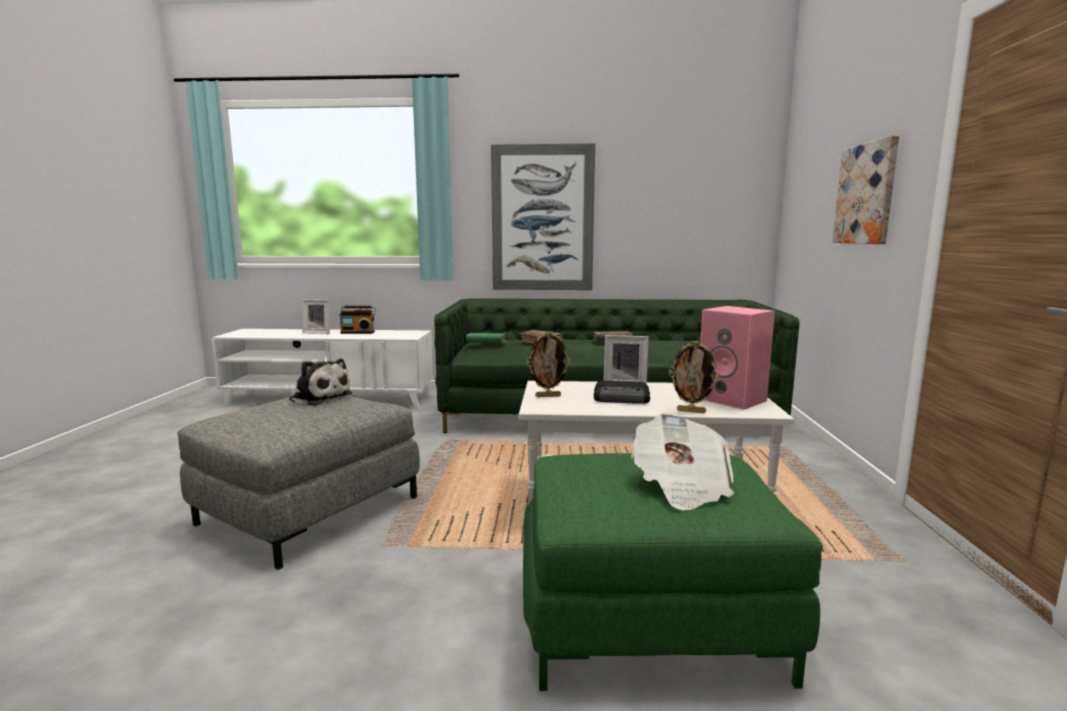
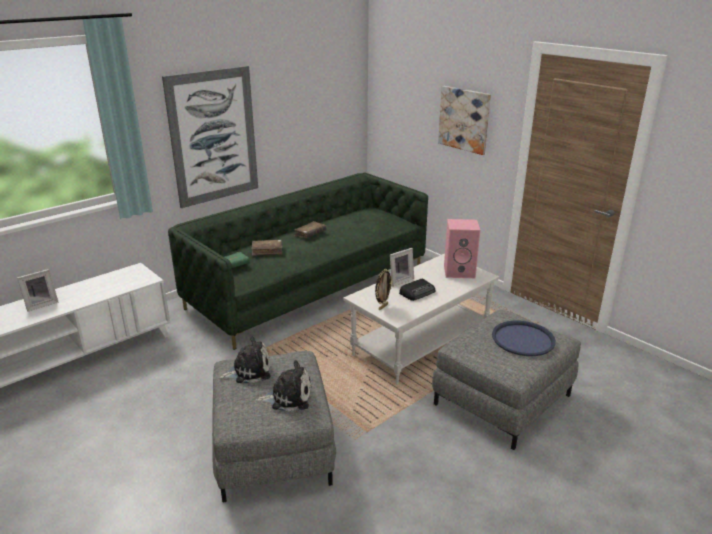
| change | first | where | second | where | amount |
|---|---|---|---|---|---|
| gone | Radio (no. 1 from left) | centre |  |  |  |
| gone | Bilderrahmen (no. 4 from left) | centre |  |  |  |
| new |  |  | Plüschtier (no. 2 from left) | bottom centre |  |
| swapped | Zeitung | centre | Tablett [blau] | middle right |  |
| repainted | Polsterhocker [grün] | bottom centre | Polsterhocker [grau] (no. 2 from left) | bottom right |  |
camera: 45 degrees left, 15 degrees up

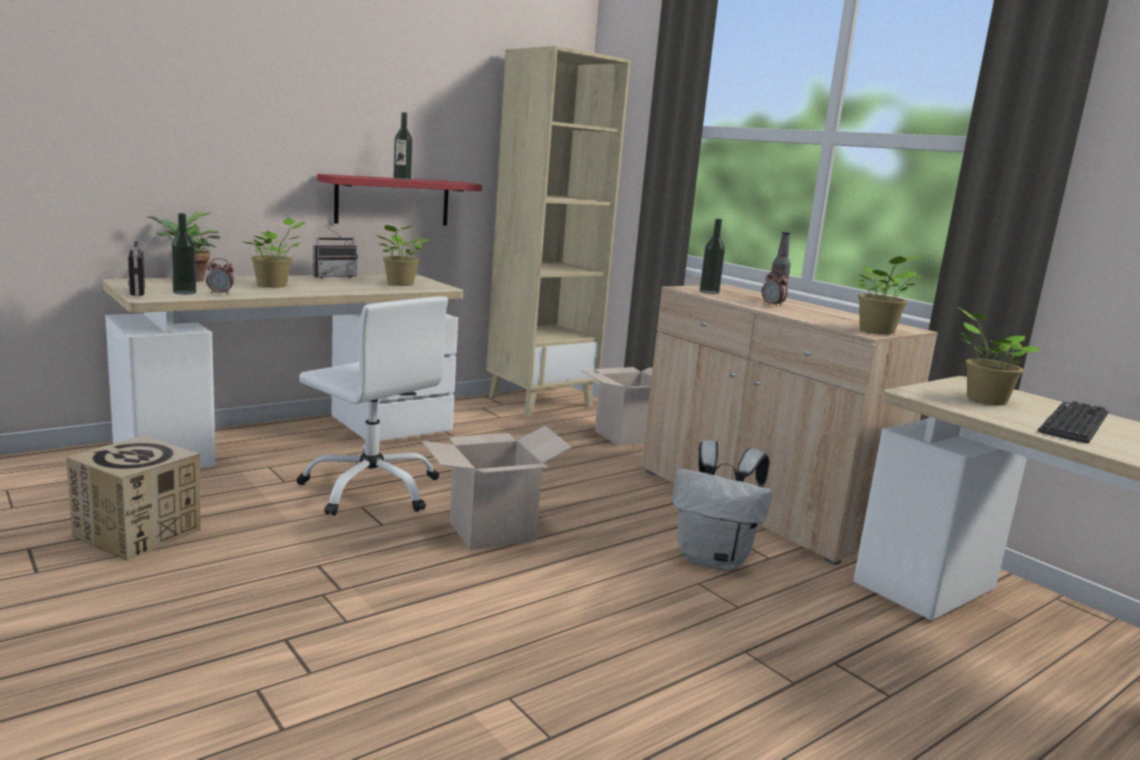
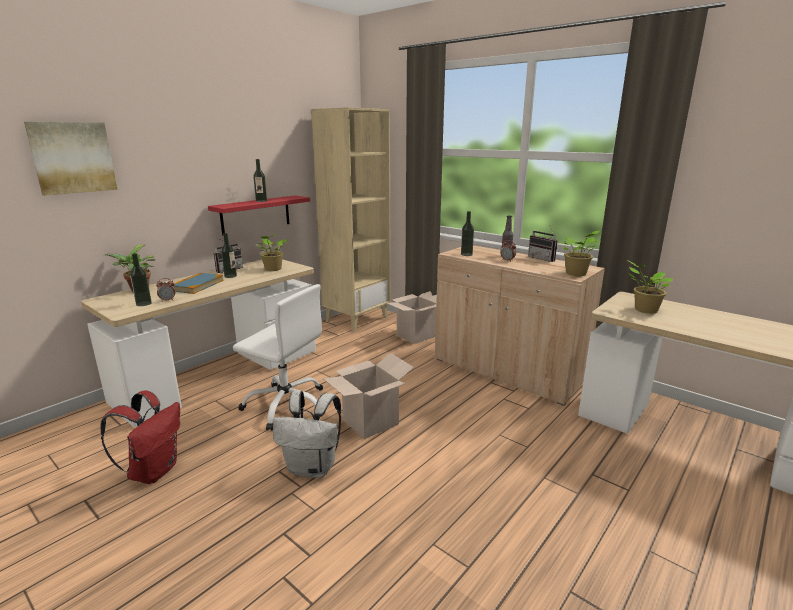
| change | first | where | second | where | amount |
|---|---|---|---|---|---|
| gone | Tastatur | middle right |  |  |  |
| new |  |  | Bild | top left |  |
| new |  |  | Flasche (no. 2 from left) | middle left |  |
| shifted | Radio (no. 1 from left in the first image) | middle left | Radio (no. 2 from left) | middle right |  |
| shifted | Rucksack [weiß] | centre |  | bottom centre |  |
| swapped | Karton (no. 1 from left) | middle left | Rucksack [rot] | bottom left |  |
| swapped | Topfpflanze (no. 2 from left) | top left | Buch | middle left |  |
camera: 10 degrees left, 5 degrees up

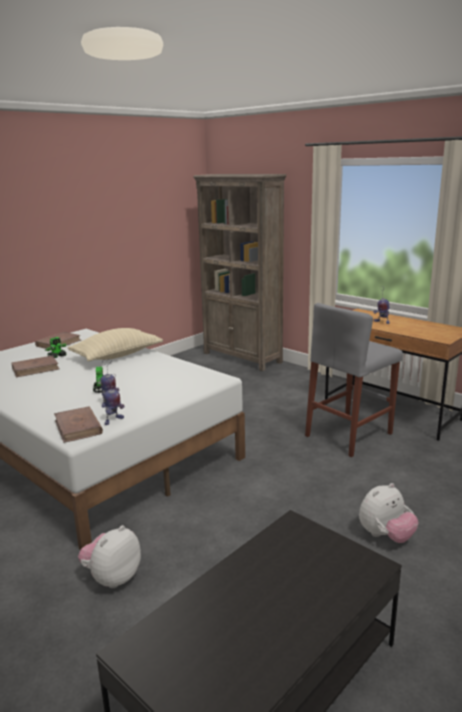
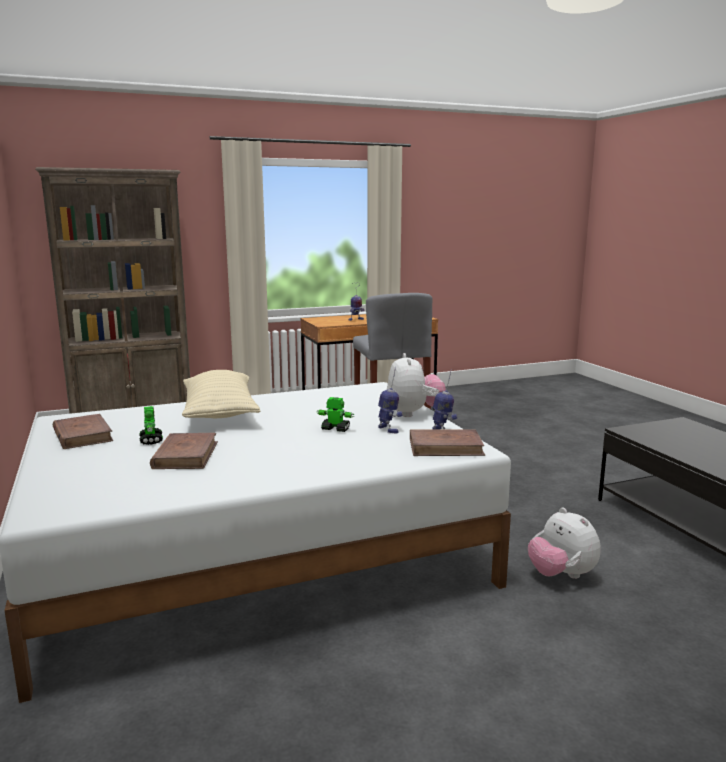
| change | first | where | second | where | amount |
|---|---|---|---|---|---|
| shifted | Plüschtier (no. 2 from left in the first image) | bottom right | Plüschtier (no. 1 from left) | centre |  |
camera: 65 degrees left, 5 degrees down

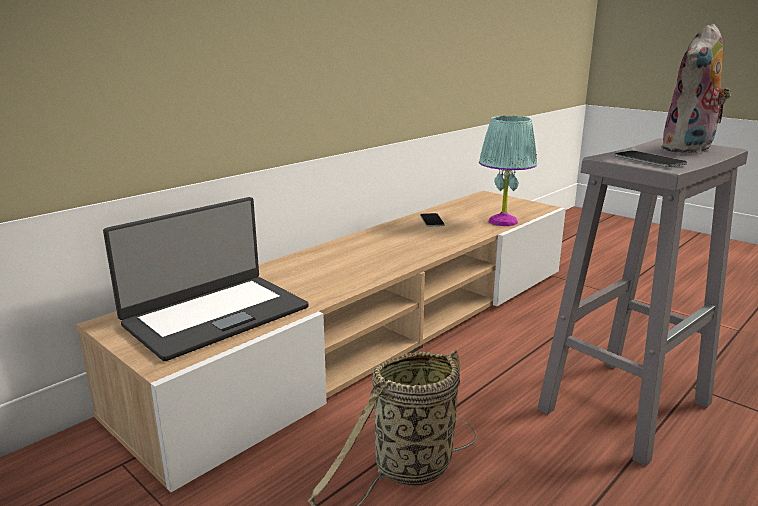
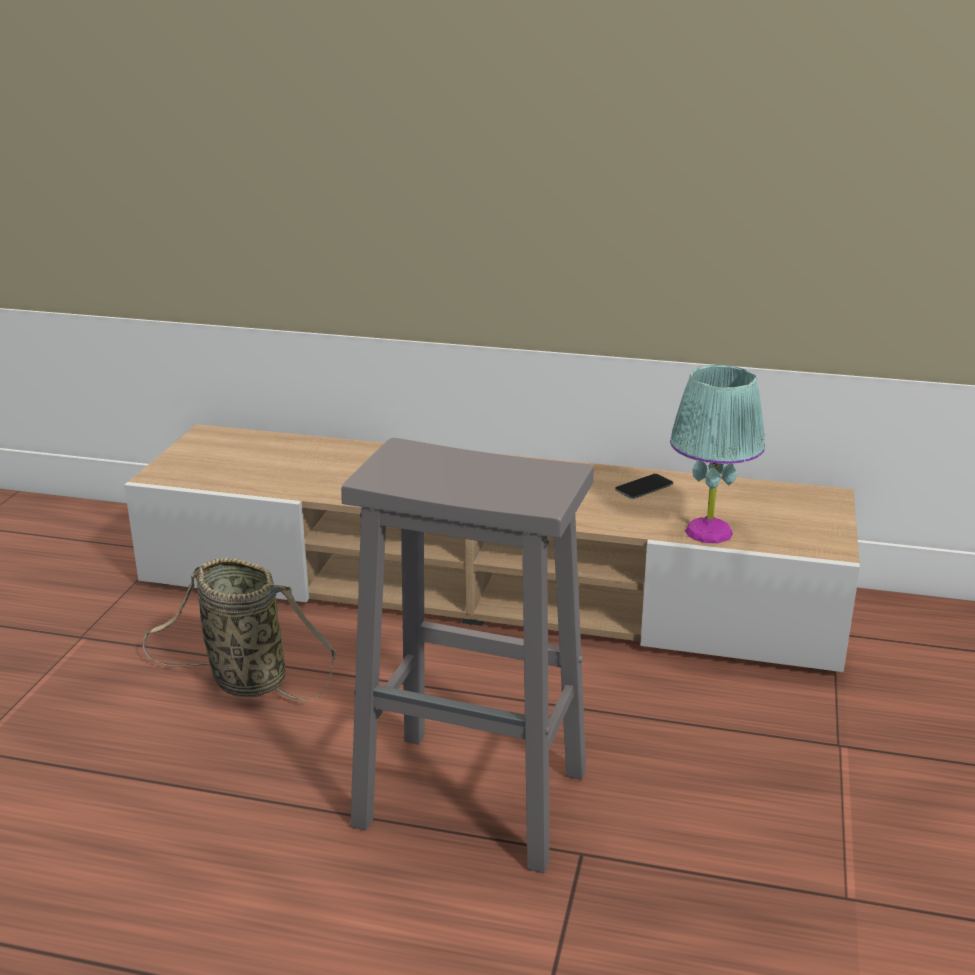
| change | first | where | second | where | amount |
|---|---|---|---|---|---|
| gone | Laptop | middle left |  |  |  |
| gone | Handy (no. 2 from left) | top right |  |  |  |
| gone | Plüschtier | top right |  |  |  |
camera: 60 degrees right, 5 degrees up

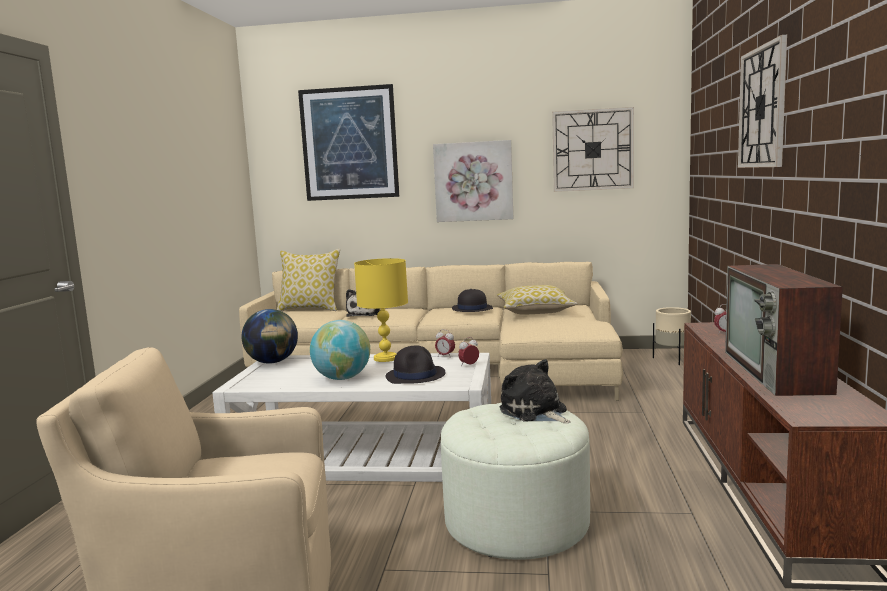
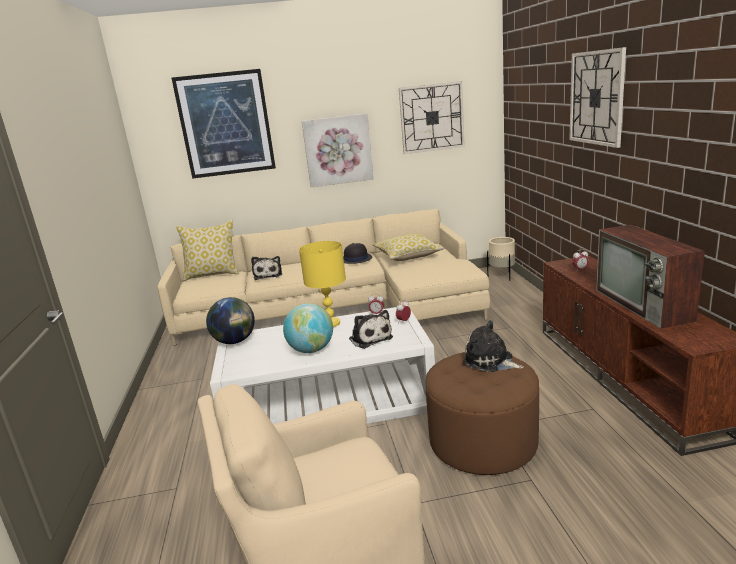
| change | first | where | second | where | amount |
|---|---|---|---|---|---|
| swapped | Hut [schwarz] (no. 1 from left) | centre | Plüschtier (no. 2 from left) | centre |  |
| repainted | Polsterhocker [weiß] | bottom centre | Polsterhocker [braun] | bottom centre |  |
camera: 15 degrees left, 10 degrees up

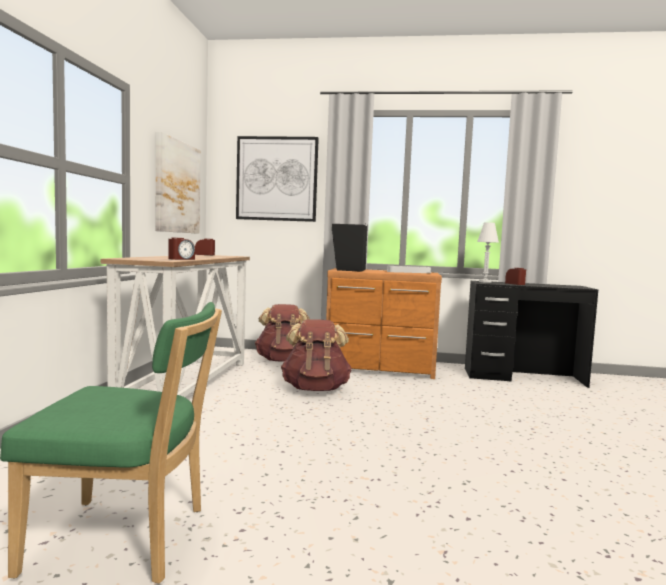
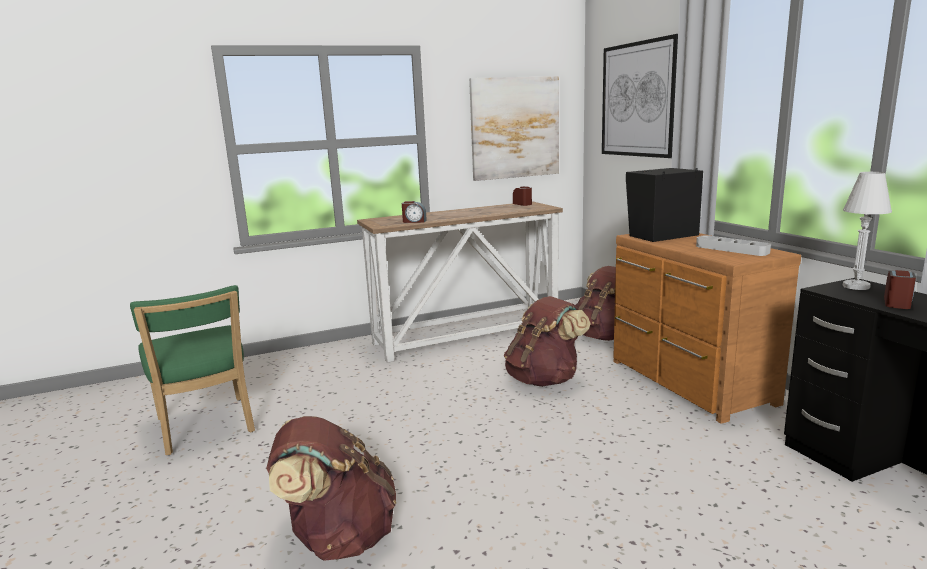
| change | first | where | second | where | amount |
|---|---|---|---|---|---|
| new |  |  | Rucksack [braun] (no. 1 from left) | bottom centre |  |
camera: 60 degrees right, 10 degrees up

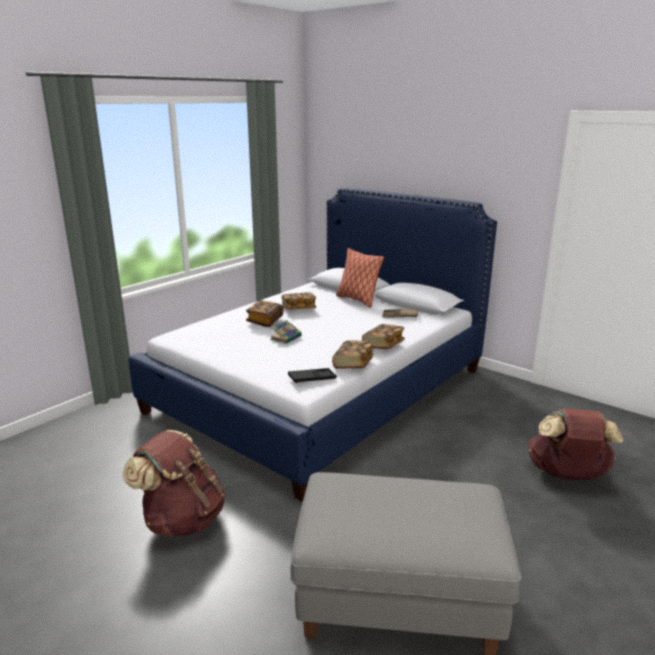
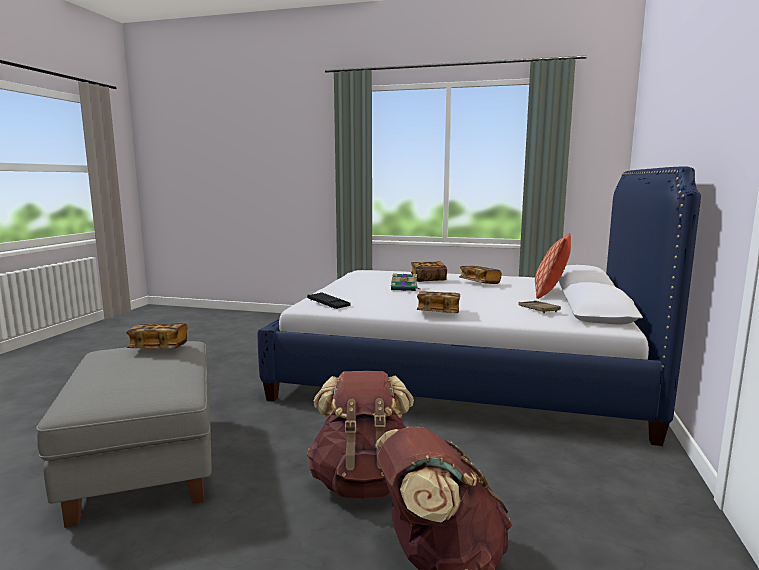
| change | first | where | second | where | amount |
|---|---|---|---|---|---|
| shifted | Rucksack [braun] (no. 1 from left) | bottom left |  | bottom centre |  |
| shifted | Buch (no. 4 from left in the first image) | centre | Buch (no. 1 from left) | middle left |  |
camera: 65 degrees right, 10 degrees down

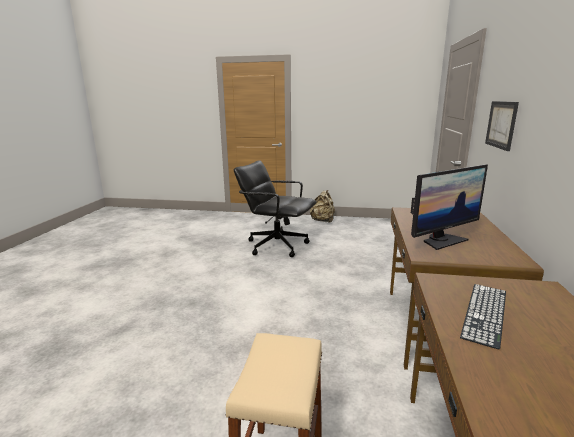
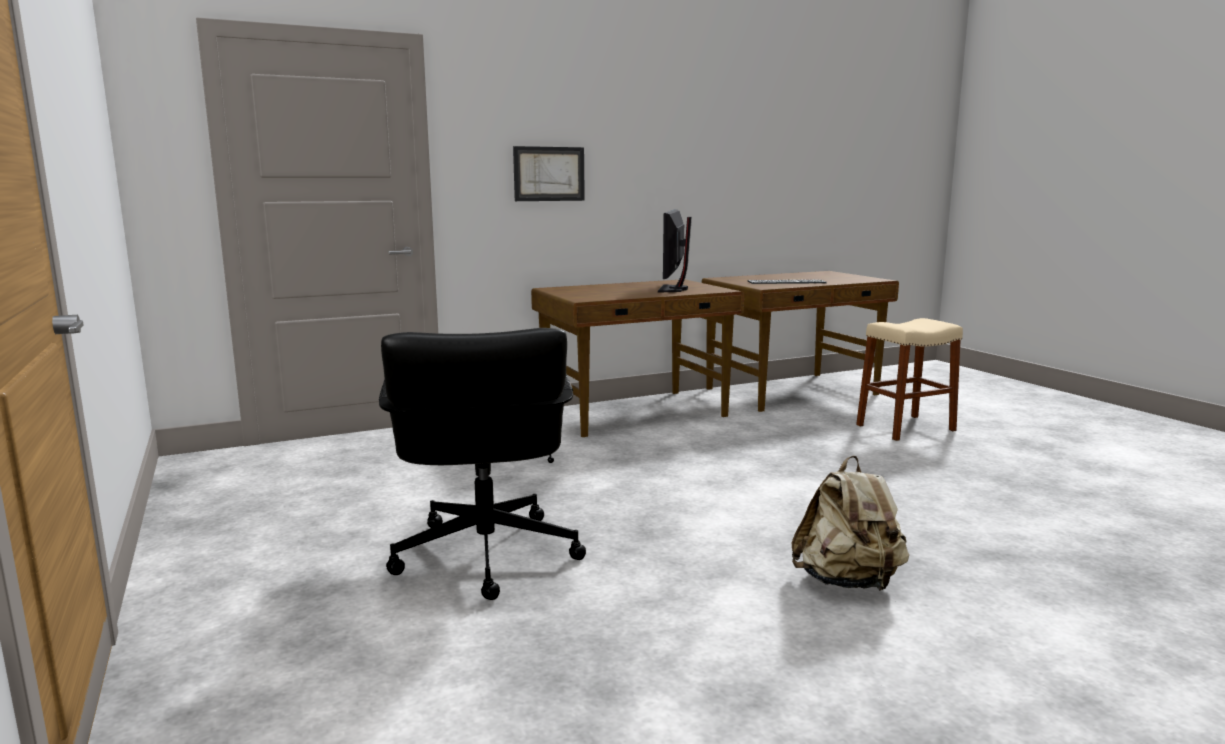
| change | first | where | second | where | amount |
|---|---|---|---|---|---|
| shifted | Rucksack [beige] | centre |  | bottom right |  |
| rotated | Monitor | middle right |  | centre | 105 degrees counterclockwise |
camera: 125 degrees left, 5 degrees down

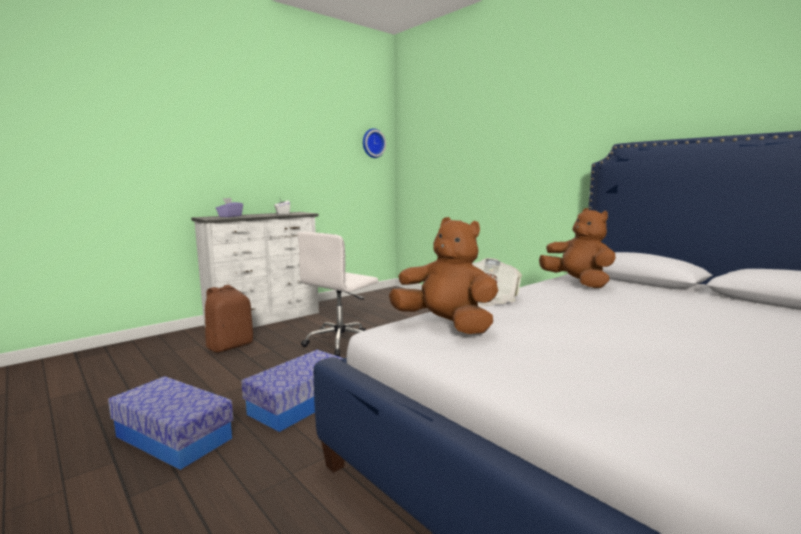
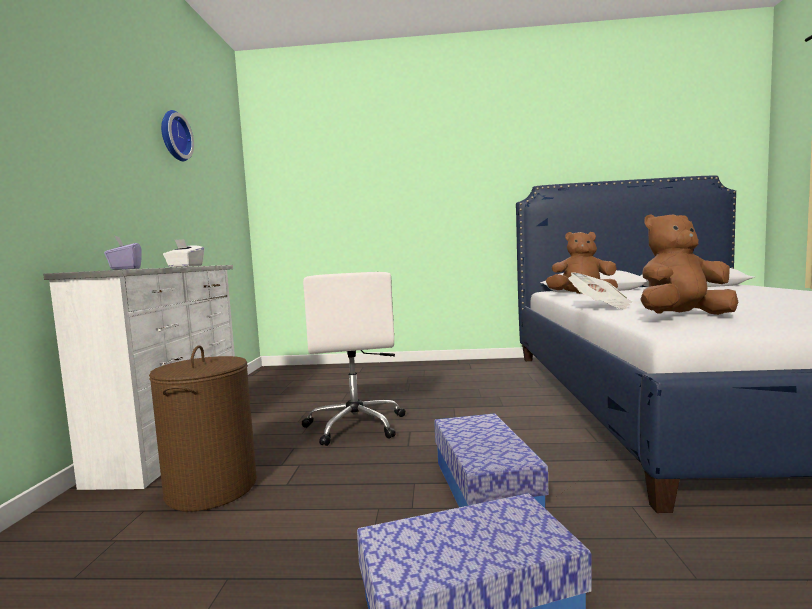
| change | first | where | second | where | amount |
|---|---|---|---|---|---|
| shifted | Wanduhr | top centre |  | top left |  |
| swapped | Rucksack [braun] | middle left | Wäschekorb [braun] | bottom left |  |
camera: 45 degrees left, 5 degrees down

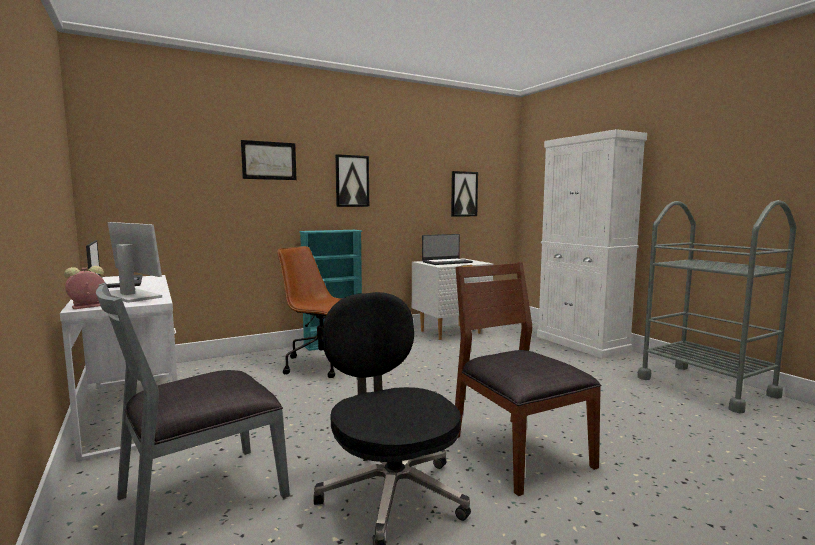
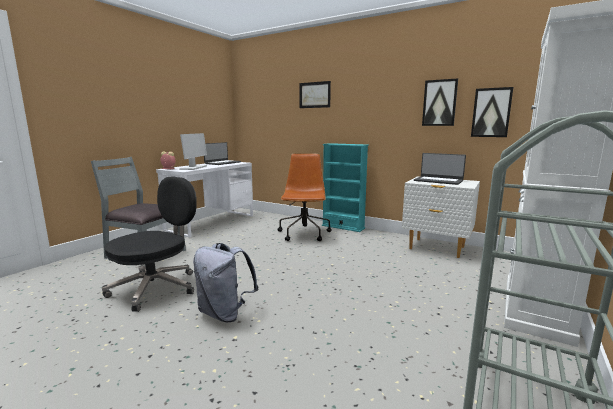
| change | first | where | second | where | amount |
|---|---|---|---|---|---|
| shifted | Bild (no. 2 from left) | top centre |  | top right |  |
| swapped | Stuhl [braun] | bottom centre | Rucksack [grau] | bottom centre |  |
camera: 60 degrees right, 5 degrees up

